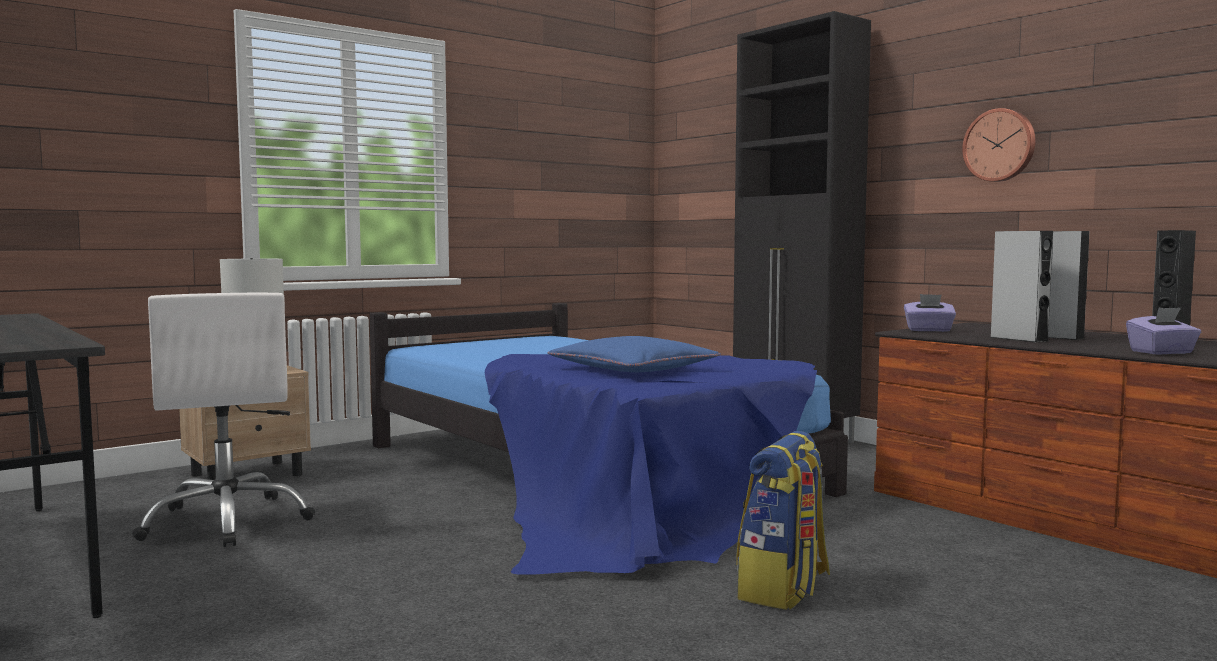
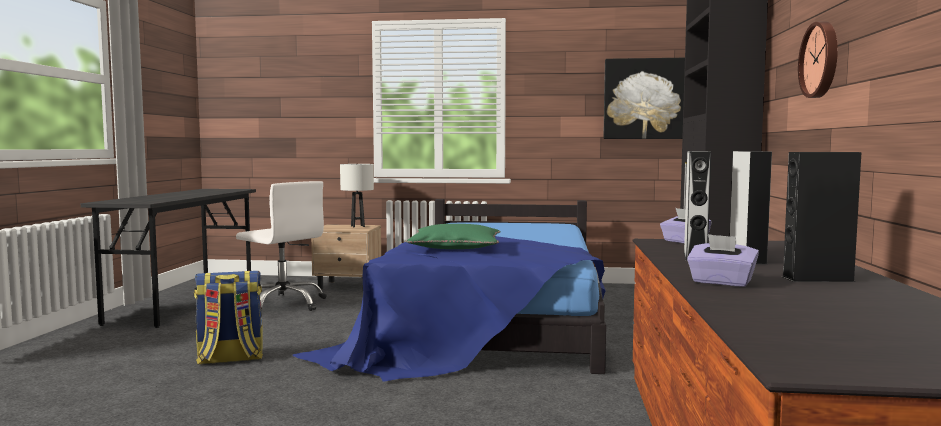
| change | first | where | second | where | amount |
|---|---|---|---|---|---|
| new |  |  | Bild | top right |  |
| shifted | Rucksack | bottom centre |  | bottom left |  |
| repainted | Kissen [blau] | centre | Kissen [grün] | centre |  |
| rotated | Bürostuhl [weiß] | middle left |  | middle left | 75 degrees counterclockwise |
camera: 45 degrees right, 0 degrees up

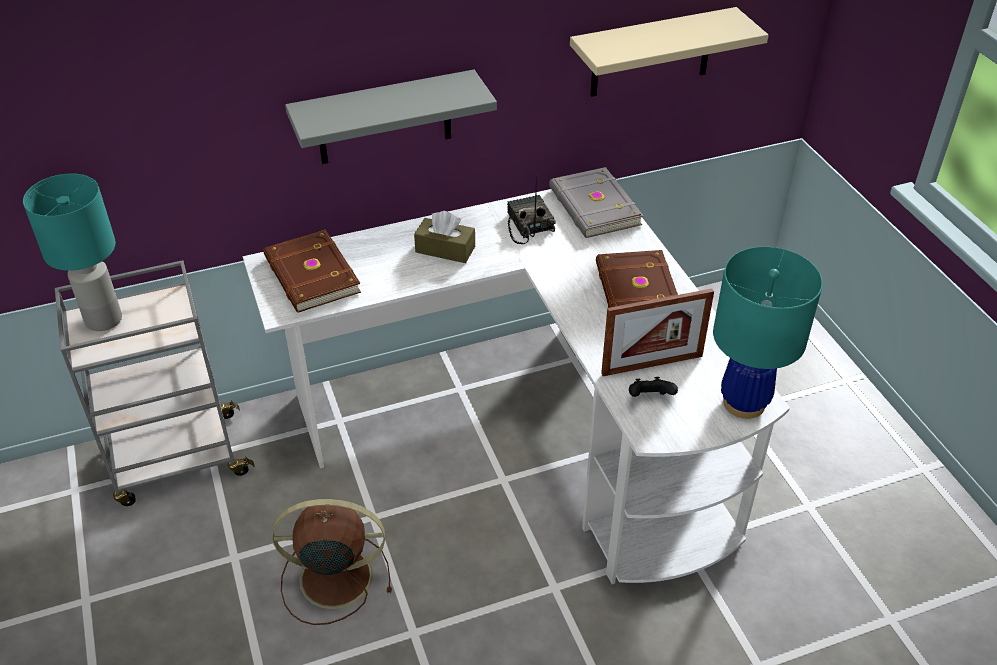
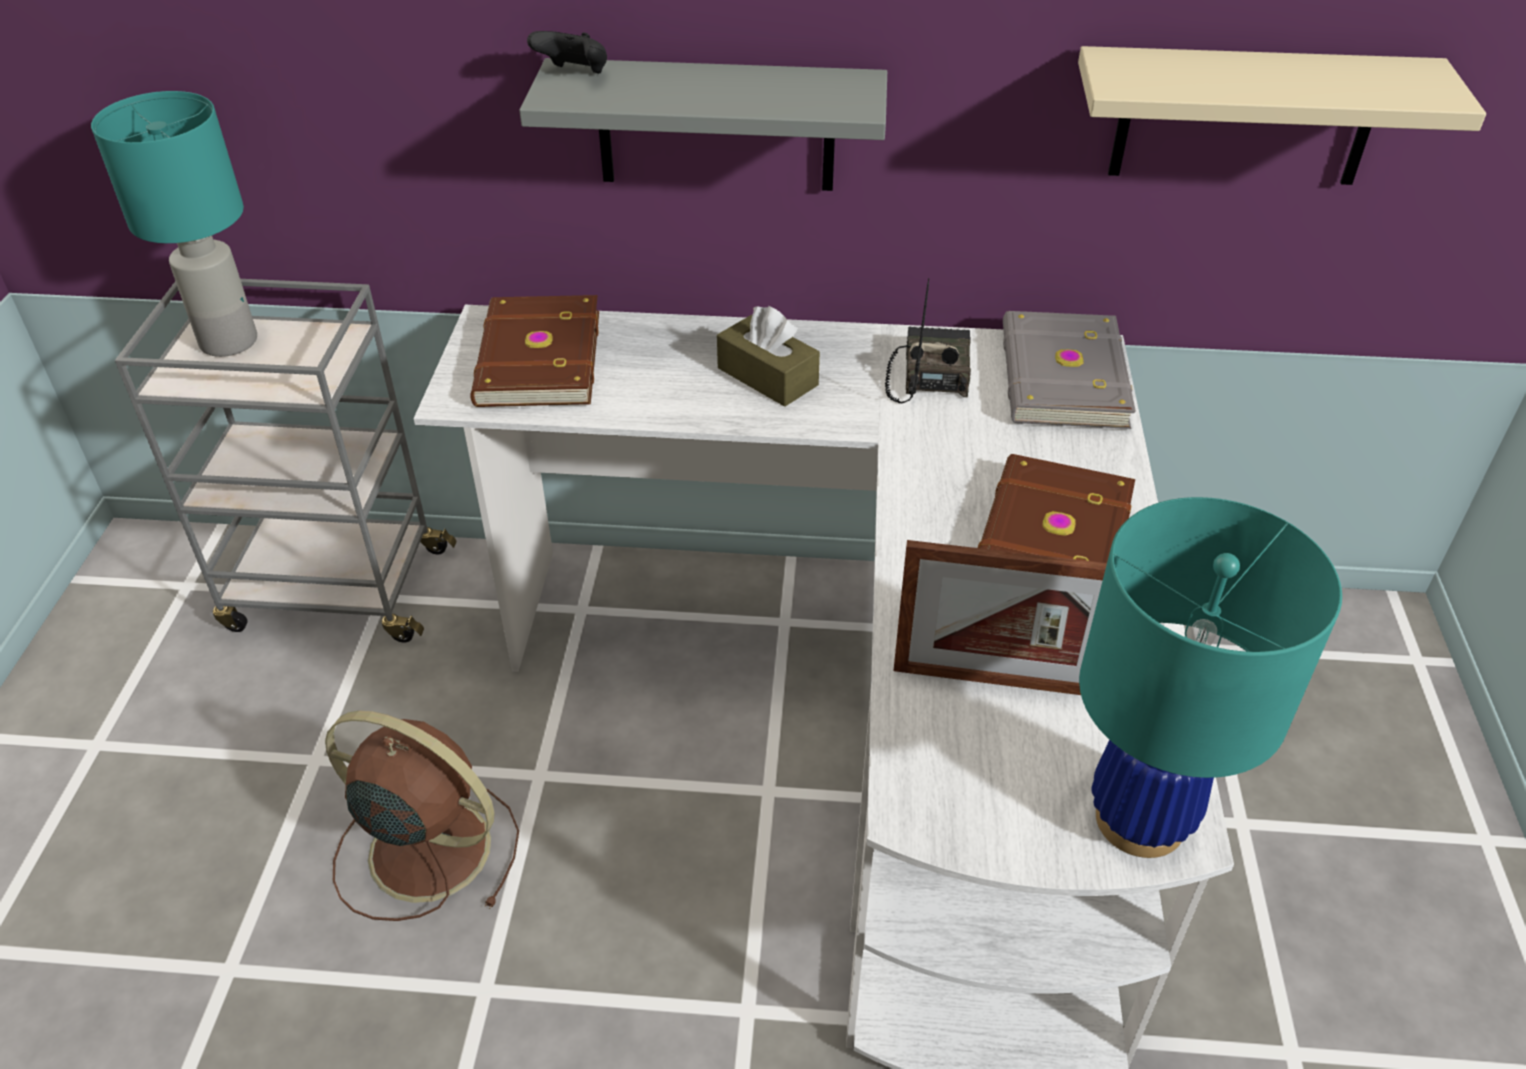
| change | first | where | second | where | amount |
|---|---|---|---|---|---|
| shifted | Gamepad [schwarz] | centre |  | top centre |  |
camera: 25 degrees right, 0 degrees up

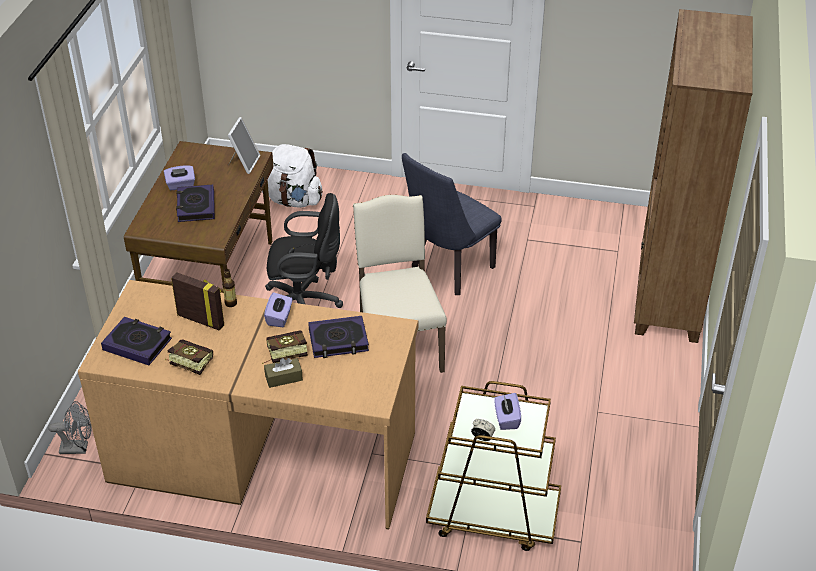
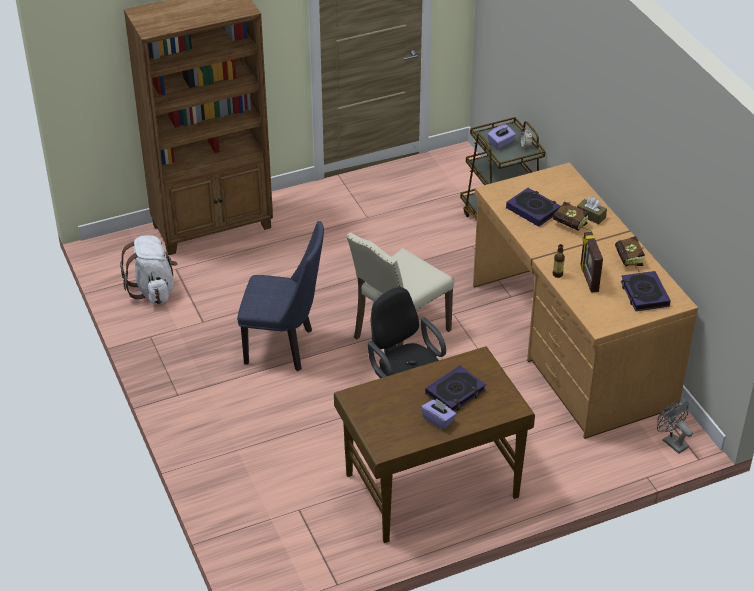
| change | first | where | second | where | amount |
|---|---|---|---|---|---|
| gone | Bilderrahmen (no. 2 from left) | top left |  |  |  |
| gone | Taschentuchbox [lila] (no. 2 from left) | centre |  |  |  |
| shifted | Rucksack [weiß] | top centre |  | middle left |  |
camera: 125 degrees left, 0 degrees up

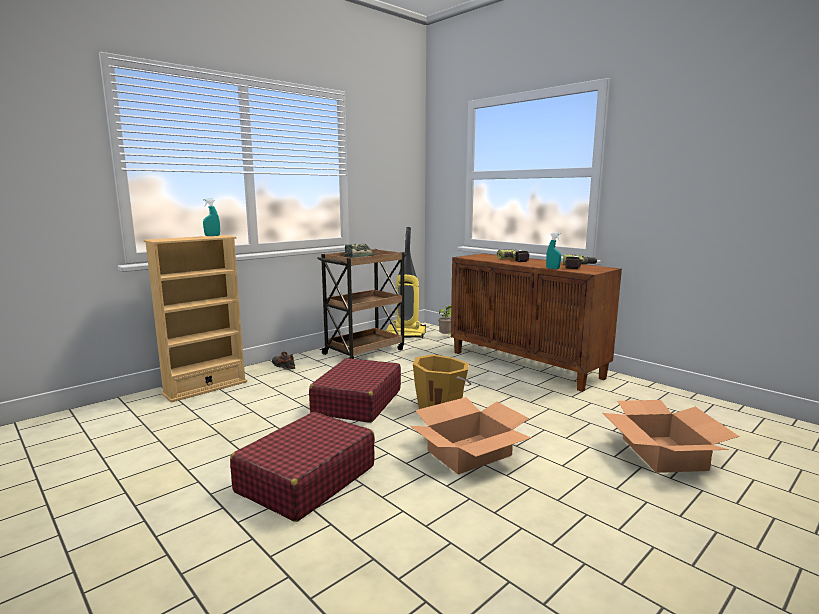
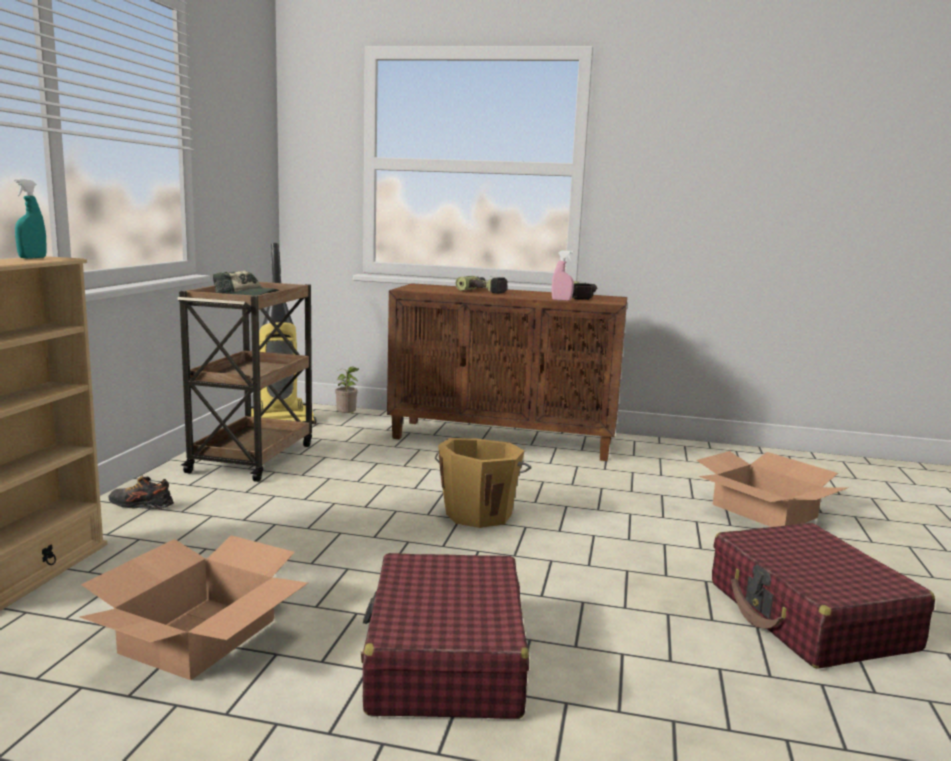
| change | first | where | second | where | amount |
|---|---|---|---|---|---|
| shifted | Koffer [rot] (no. 2 from left) | centre |  | bottom right |  |
| shifted | Karton (no. 1 from left) | bottom centre |  | bottom left |  |
| repainted | Sprühflasche [türkis] (no. 2 from left) | middle right | Sprühflasche [rosa] | centre |  |
camera: 35 degrees left, 0 degrees up

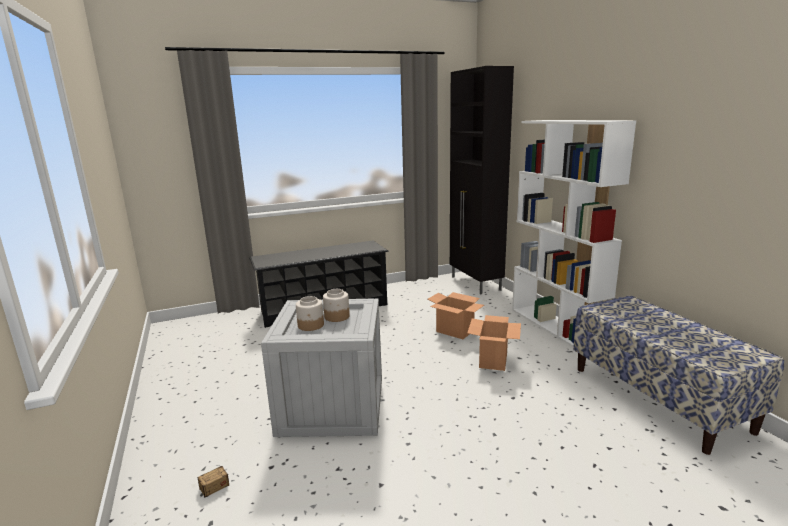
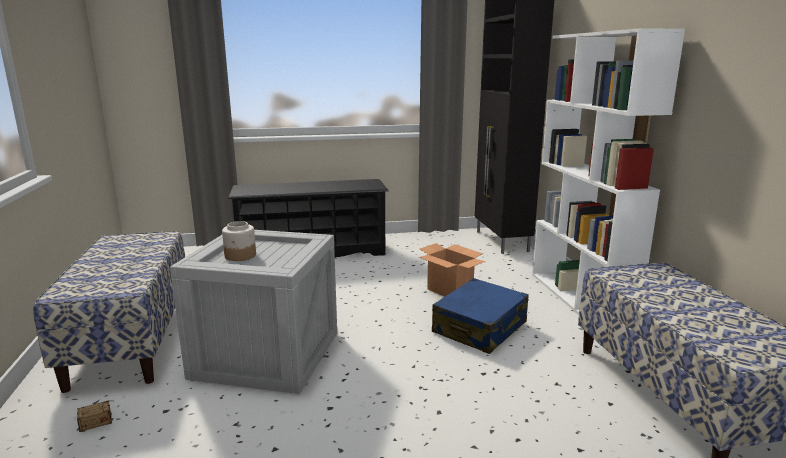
| change | first | where | second | where | amount |
|---|---|---|---|---|---|
| gone | Vorratsglas (no. 2 from left) | centre |  |  |  |
| new |  |  | Bank (no. 1 from left) | bottom left |  |
| swapped | Karton (no. 2 from left) | centre | Koffer [blau] | bottom centre |  |
camera: 10 degrees right, 0 degrees up

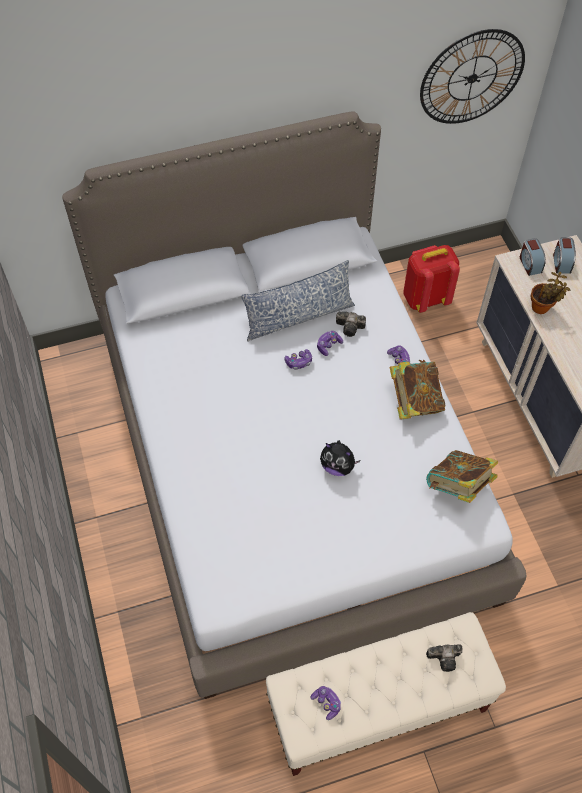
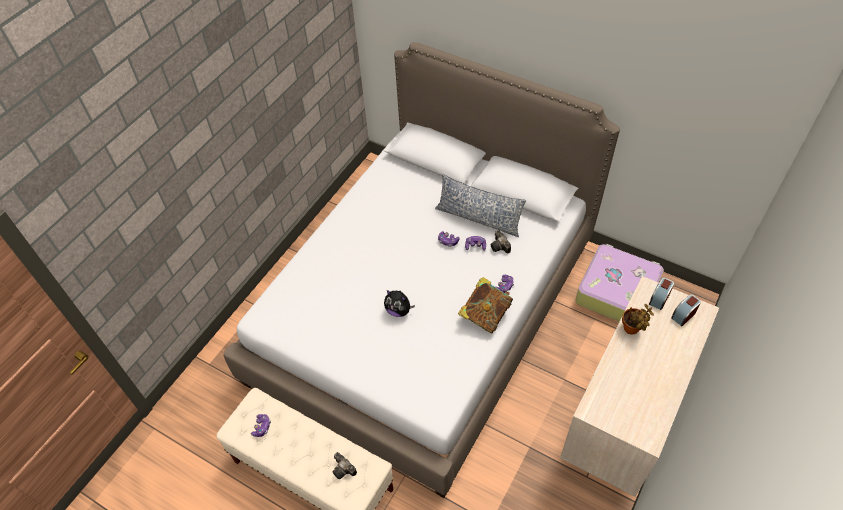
| change | first | where | second | where | amount |
|---|---|---|---|---|---|
| gone | Wanduhr | top right |  |  |  |
| gone | Buch (no. 2 from left) | middle right |  |  |  |
| swapped | Rucksack [rot] | middle right | Koffer | middle right |  |
| rotated | Plüschtier | centre |  | centre | 45 degrees counterclockwise |
camera: 50 degrees right, 5 degrees down

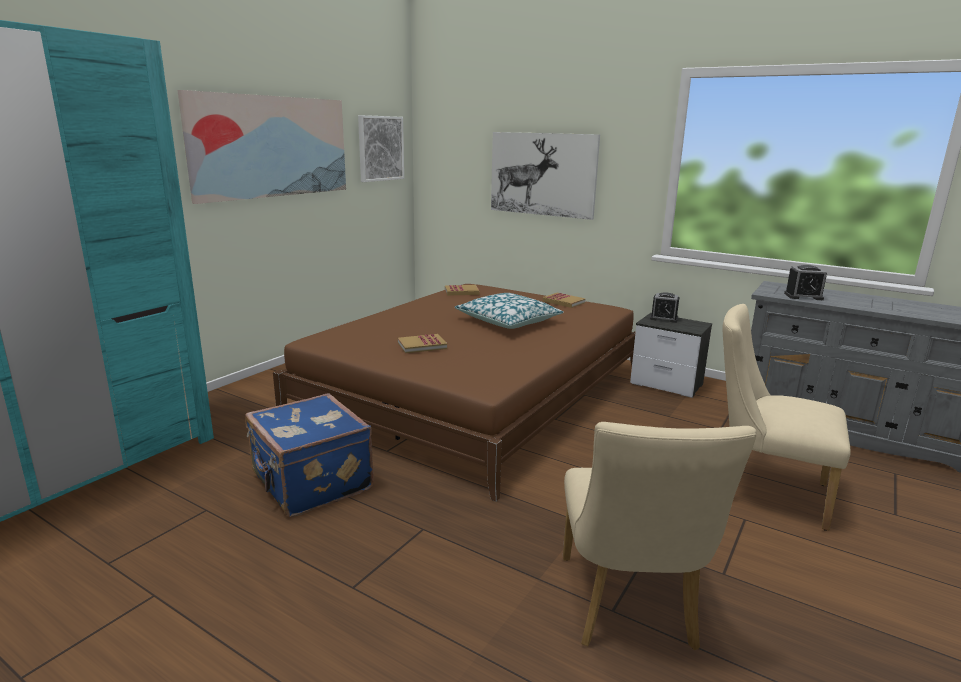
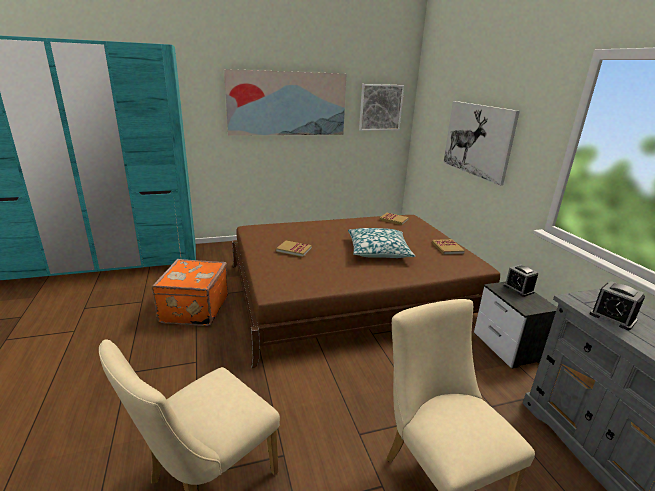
| change | first | where | second | where | amount |
|---|---|---|---|---|---|
| repainted | Koffer [blau] | bottom left | Koffer [orange] | middle left |  |
camera: 40 degrees right, 5 degrees up

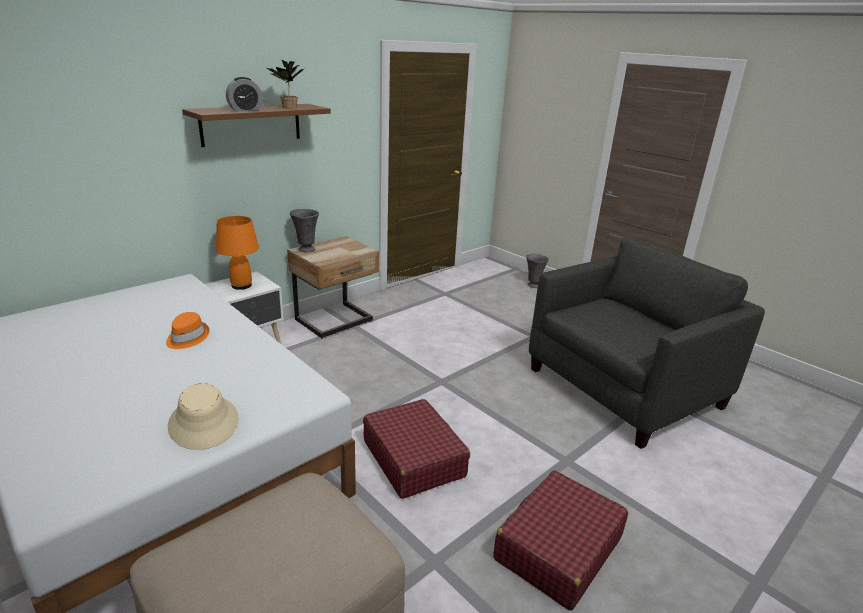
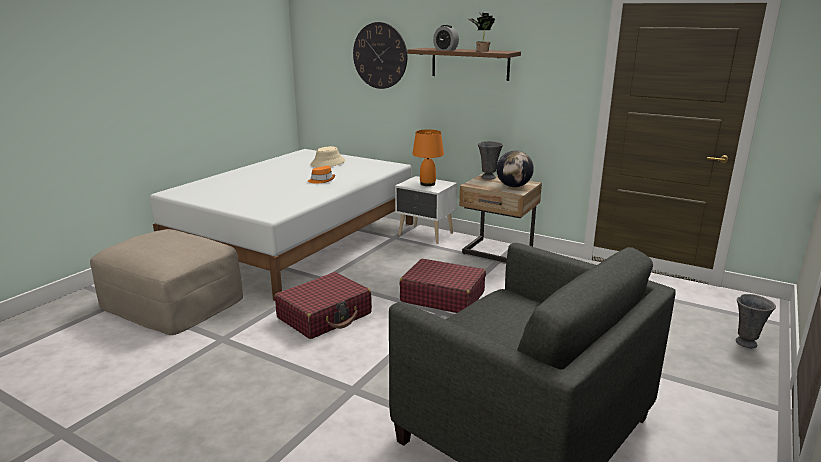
| change | first | where | second | where | amount |
|---|---|---|---|---|---|
| new |  |  | Wanduhr | top centre |  |
| new |  |  | Globus | centre |  |
| shifted | Hut [beige] | bottom left |  | centre |  |
| shifted | Koffer [rot] (no. 2 from left) | bottom centre |  | centre |  |
camera: 75 degrees right, 5 degrees down

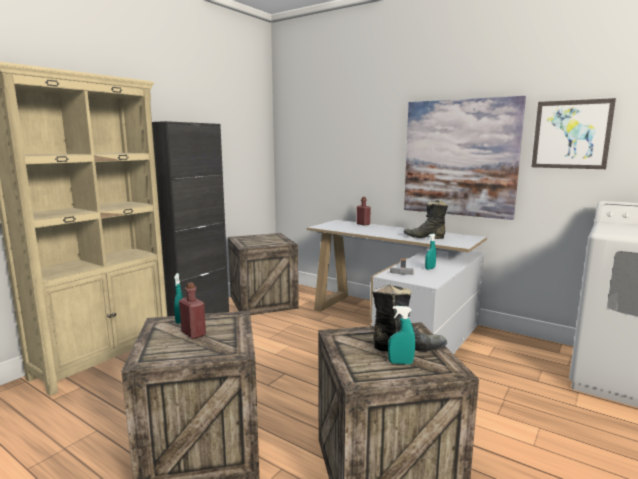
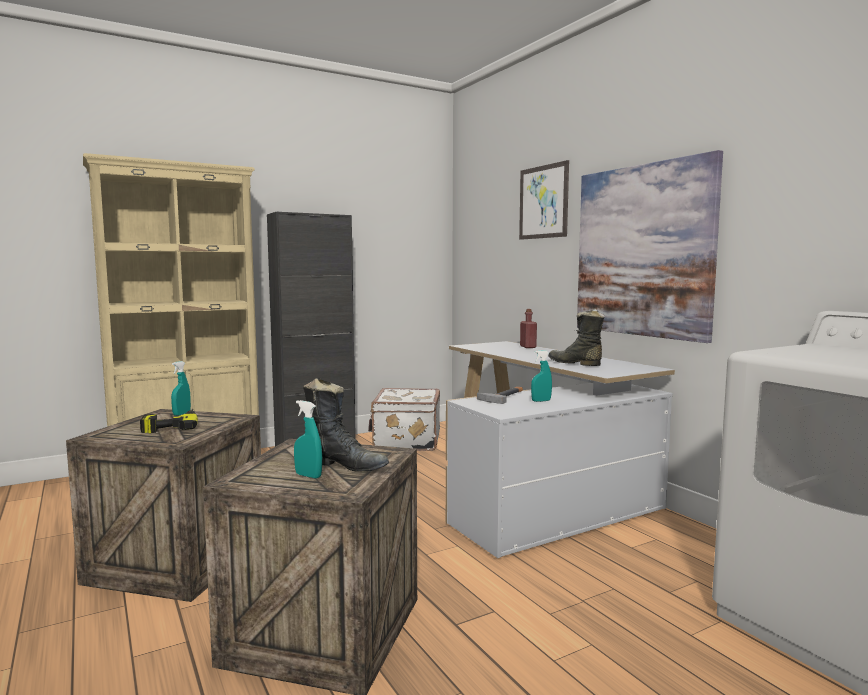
| change | first | where | second | where | amount |
|---|---|---|---|---|---|
| shifted | Bild (no. 2 from left in the first image) | top right | Bild (no. 1 from left) | top centre |  |
| swapped | Flasche [rot] (no. 1 from left) | middle left | Bohrmaschine | middle left |  |
| swapped | Kiste (no. 2 from left) | centre | Koffer [weiß] | centre |  |
camera: 25 degrees right, 5 degrees down

